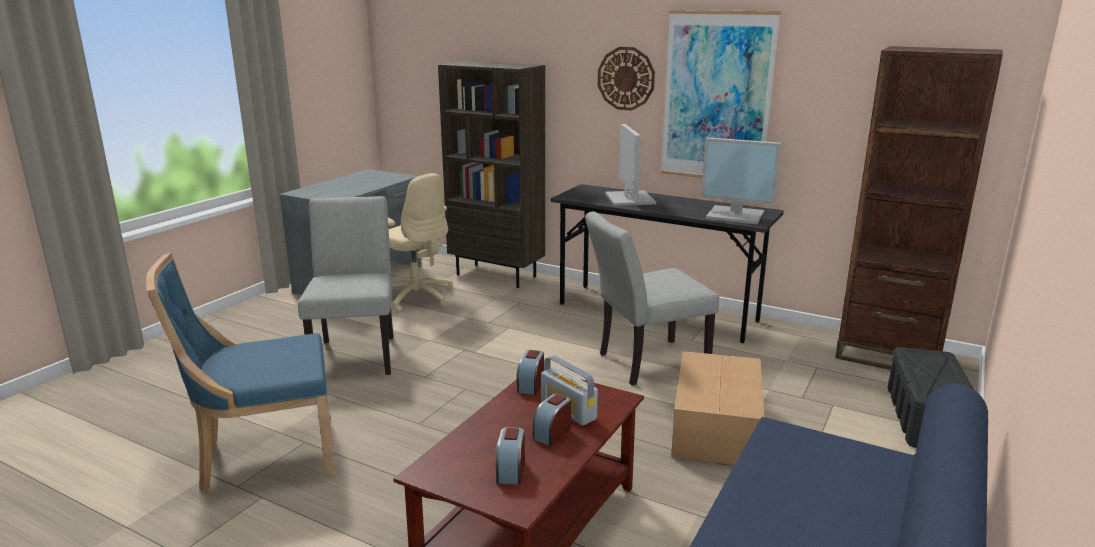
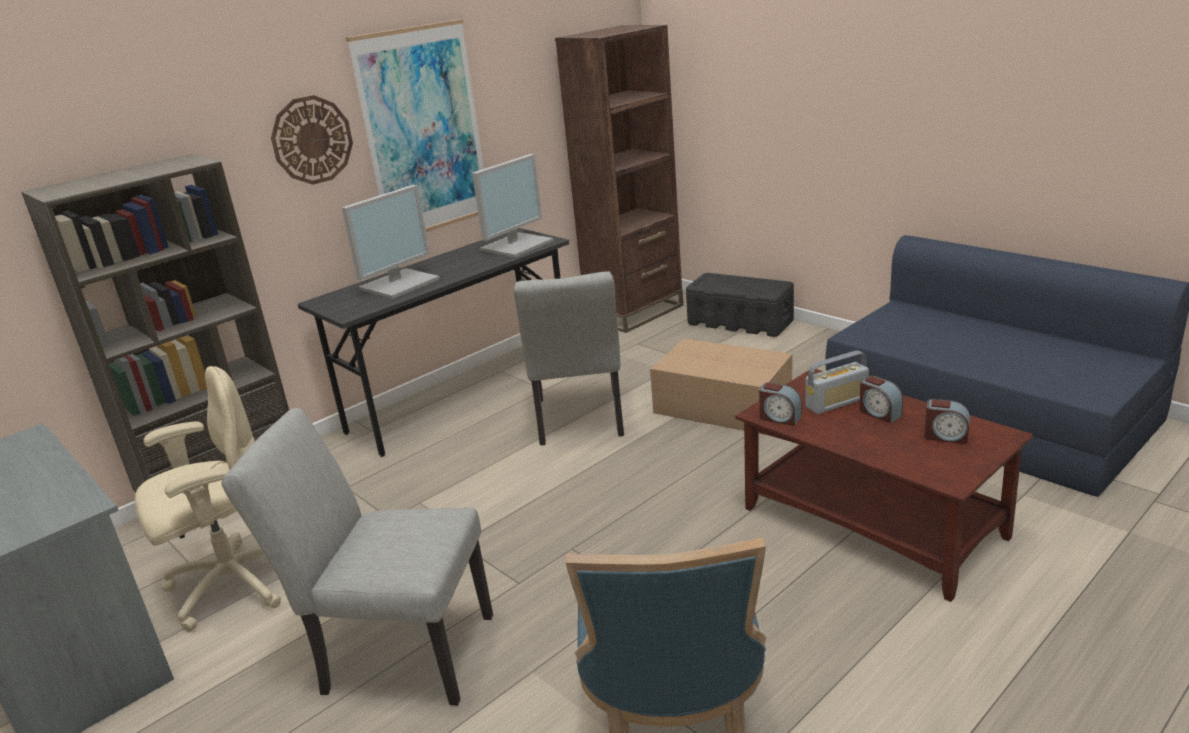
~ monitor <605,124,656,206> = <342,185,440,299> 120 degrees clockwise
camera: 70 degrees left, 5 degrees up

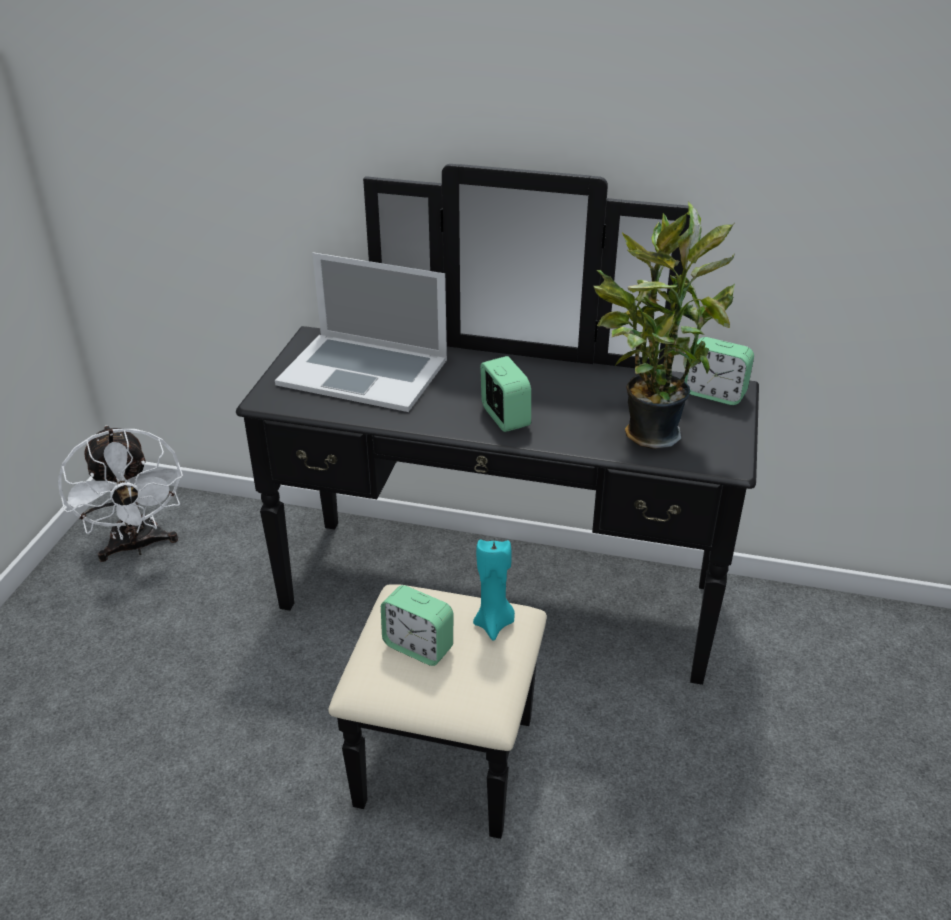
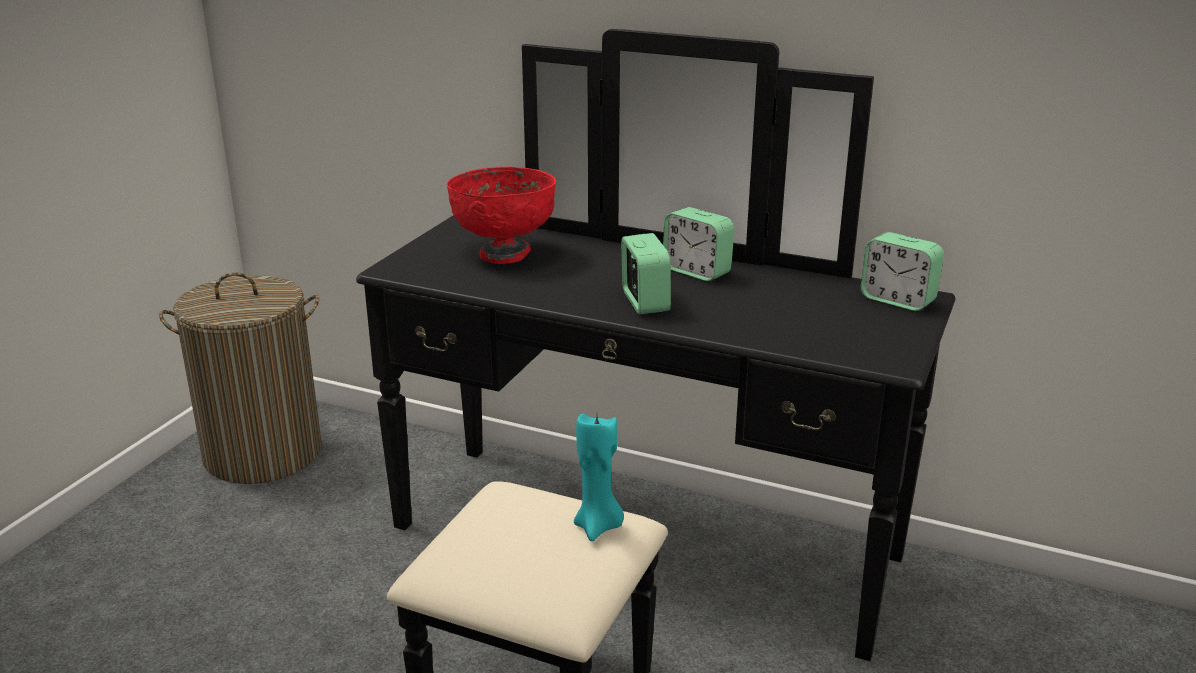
- potted plant <593,202,735,449>
~ bedside clock <381,585,453,666> to <663,207,735,281>
~ fan (white) <58,425,183,562> to laundry basket <159,273,322,484>
~ notebook computer <275,252,447,412> to deep dish (red) <446,166,556,264>
camera: 10 degrees right, 10 degrees down

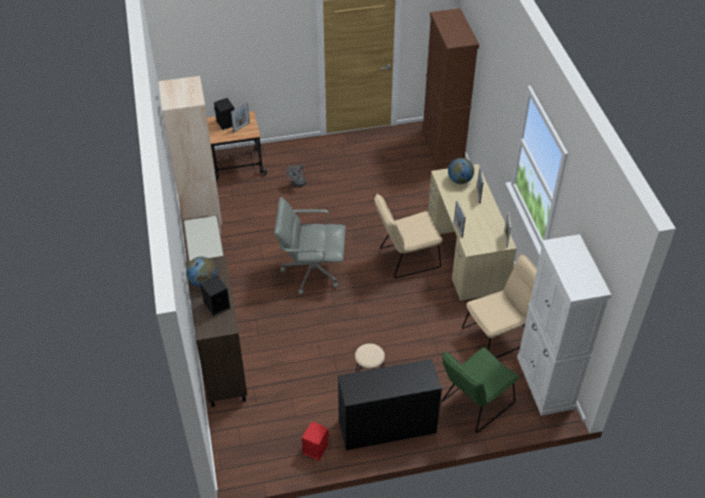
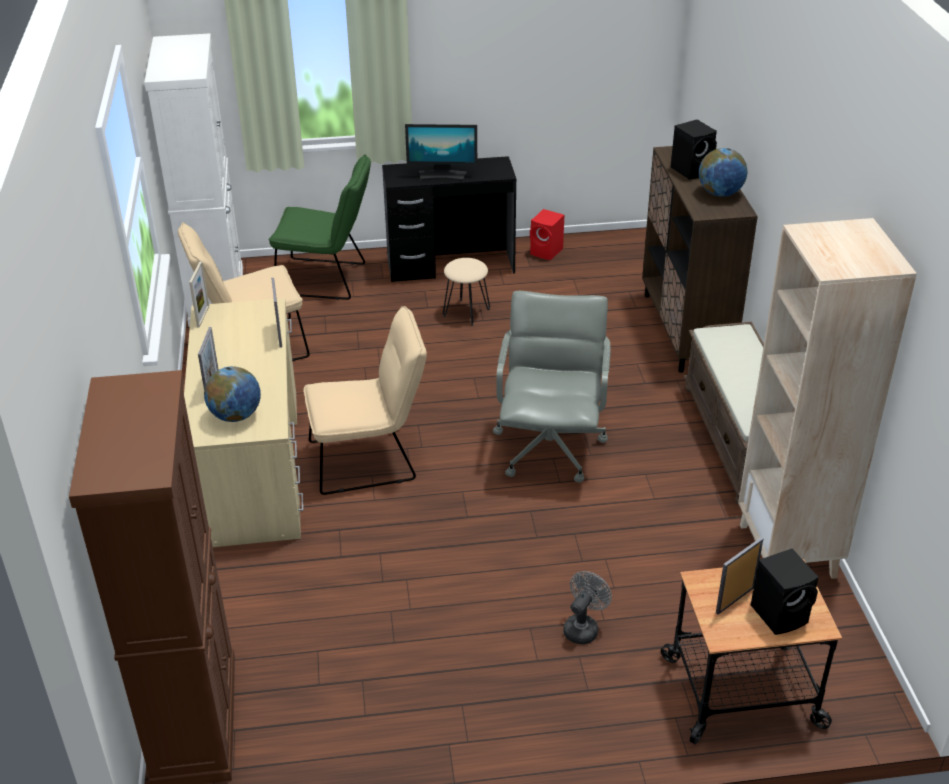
+ monitor <405,124,477,181>
~ office chair (greyish) <274,197,346,294> = <493,291,611,483> 90 degrees counterclockwise
~ chair (greenish) <441,347,519,433> = <269,155,371,300> 45 degrees clockwise
camera: 175 degrees left, 10 degrees down

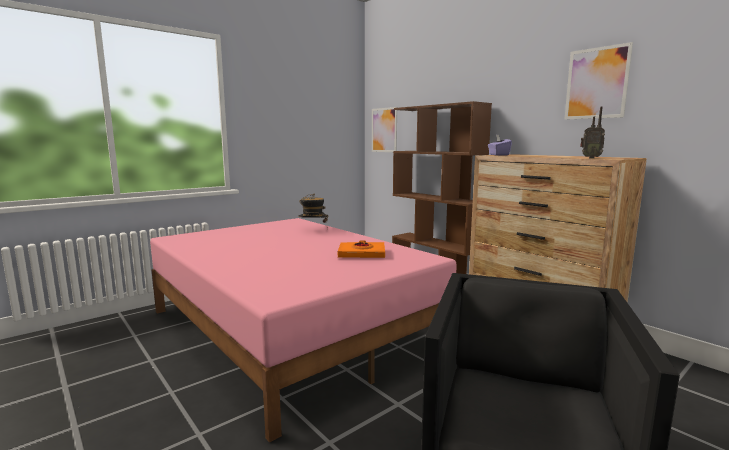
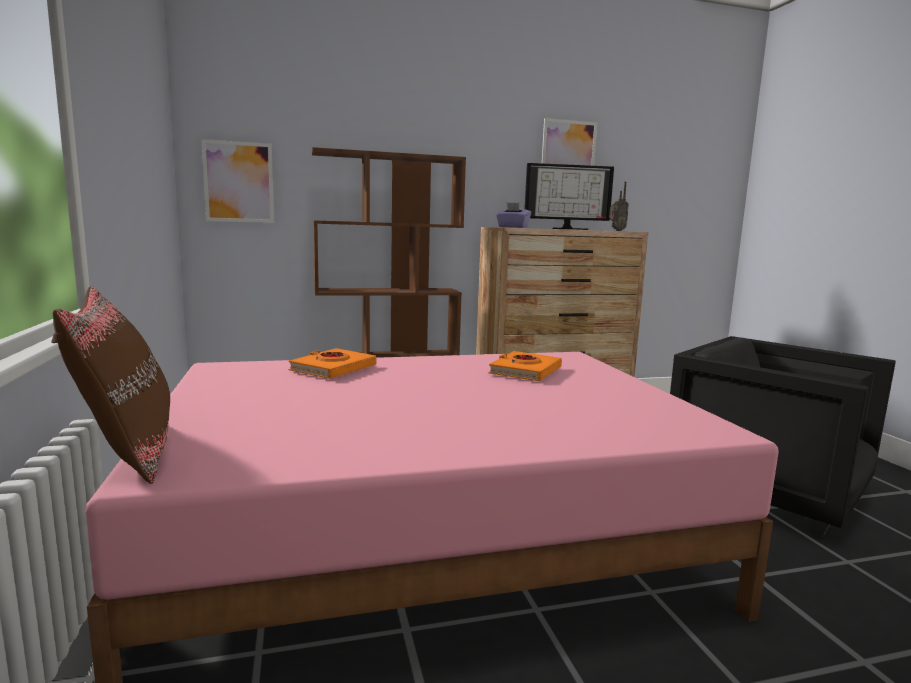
+ throw pillow (brown-coloured) <51,286,170,484>
+ monitor <524,163,614,230>
~ wearable hat <298,194,328,229> to book (orange-coloured) <289,348,376,379>
camera: 65 degrees left, 0 degrees up

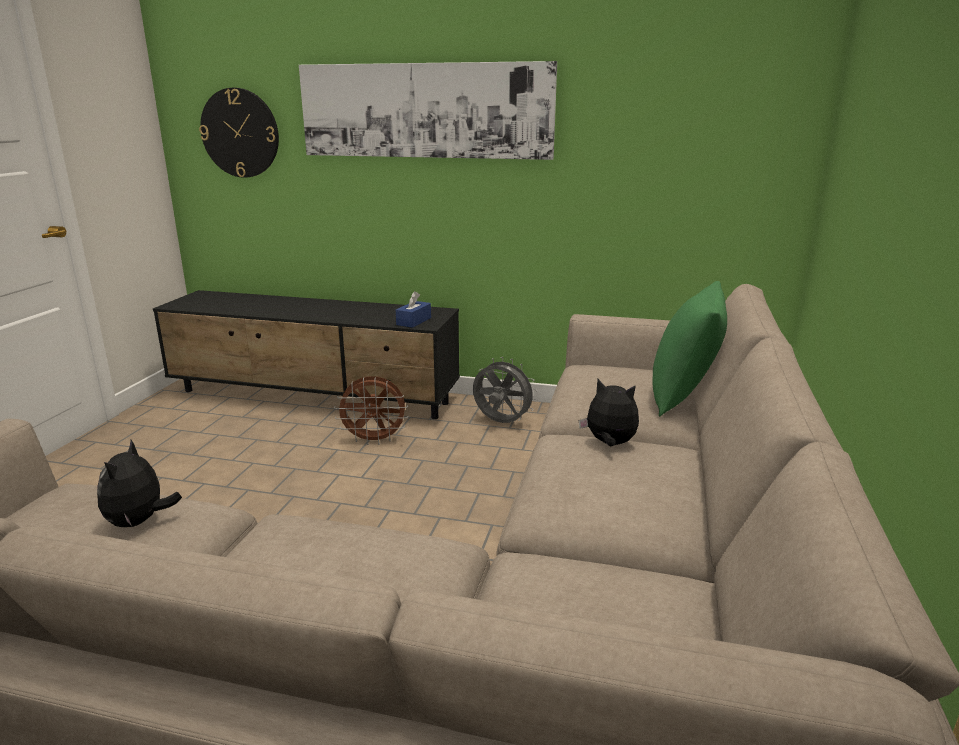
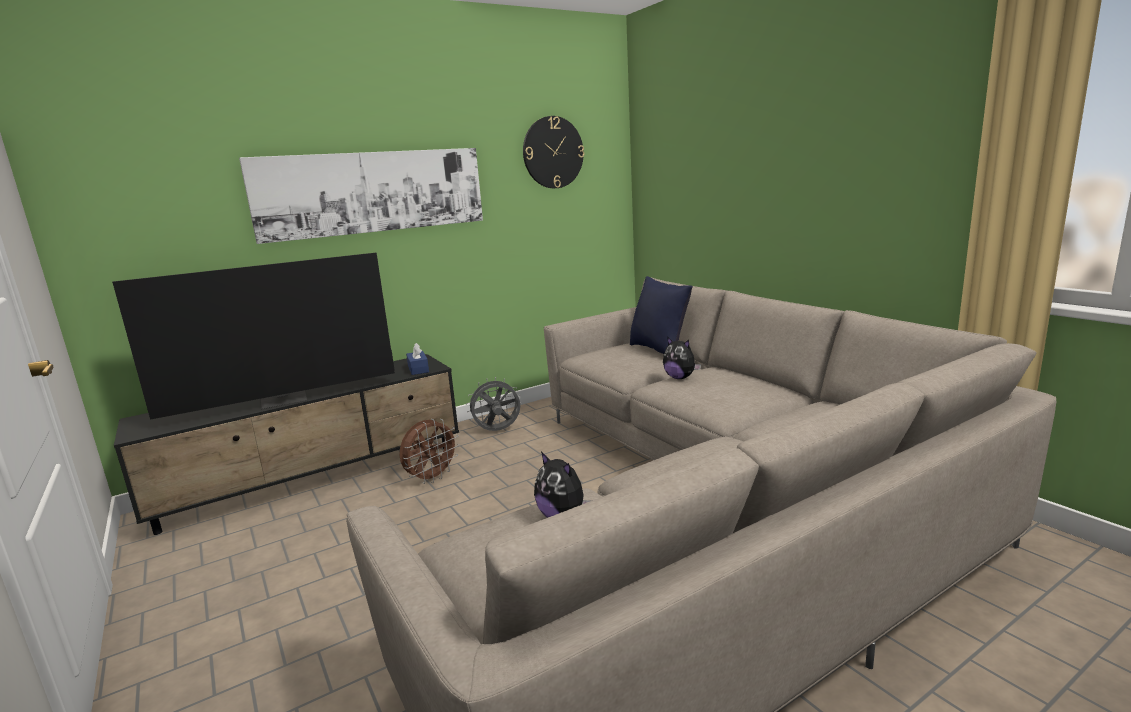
+ TV <112,253,395,420>
~ hanging clock <199,88,279,178> to <523,116,584,188>
~ throw pillow (greenish) <652,281,727,416> to throw pillow (blue) <630,276,693,354>
~ plush toy <579,379,639,446> = <663,337,701,379> 120 degrees counterclockwise
camera: 45 degrees left, 5 degrees down

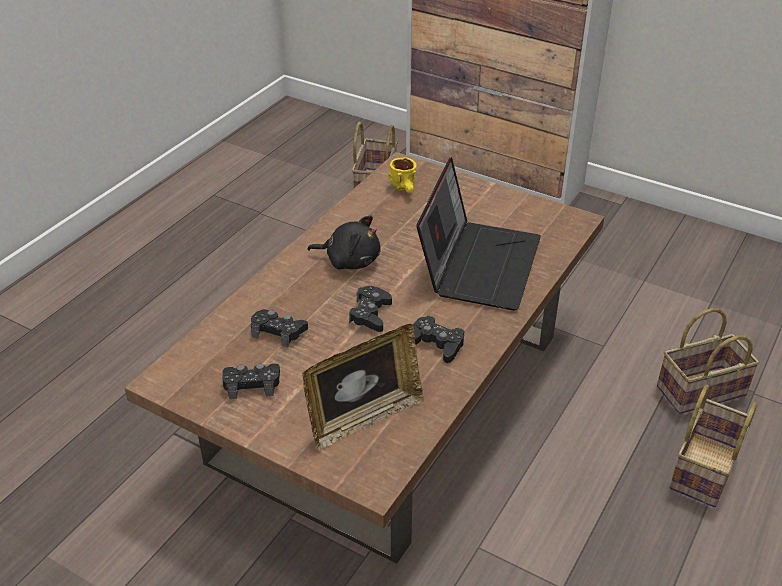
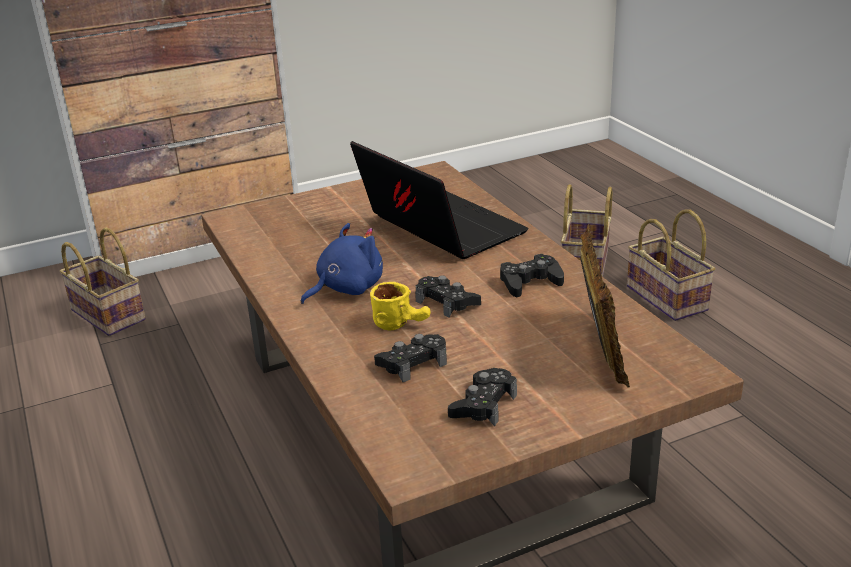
~ mug (yellow-coloured) <388,157,417,193> to <370,282,431,330>
~ plush toy (black-coloured) <308,215,381,269> to plush toy (blue) <301,223,383,304>
camera: 55 degrees left, 10 degrees down

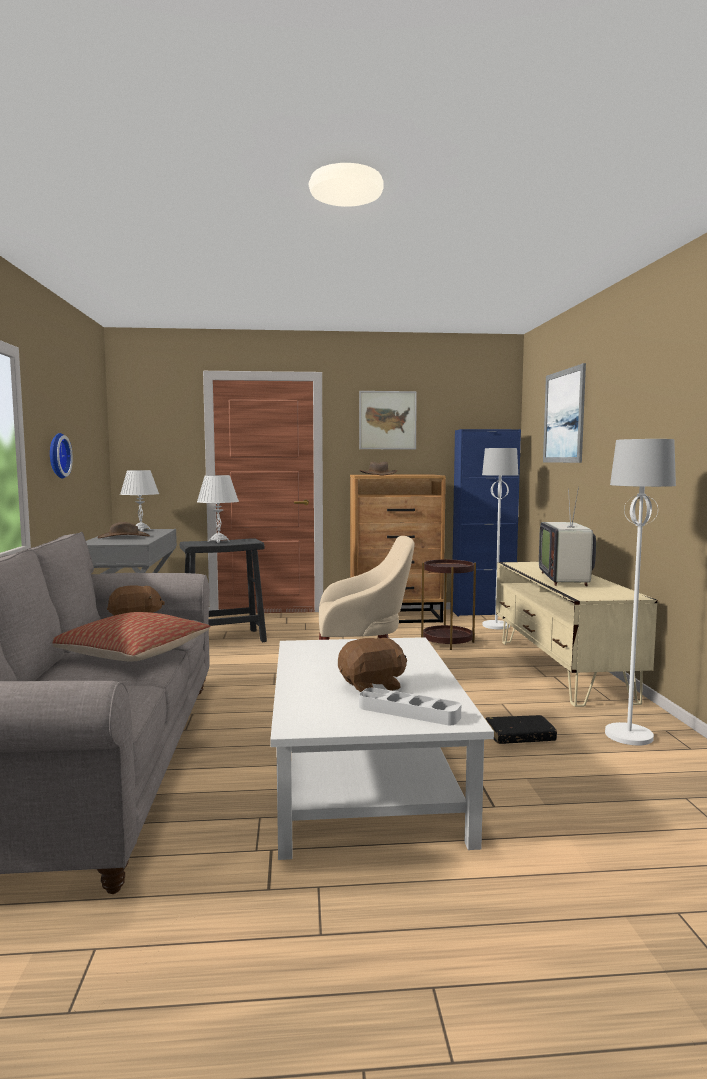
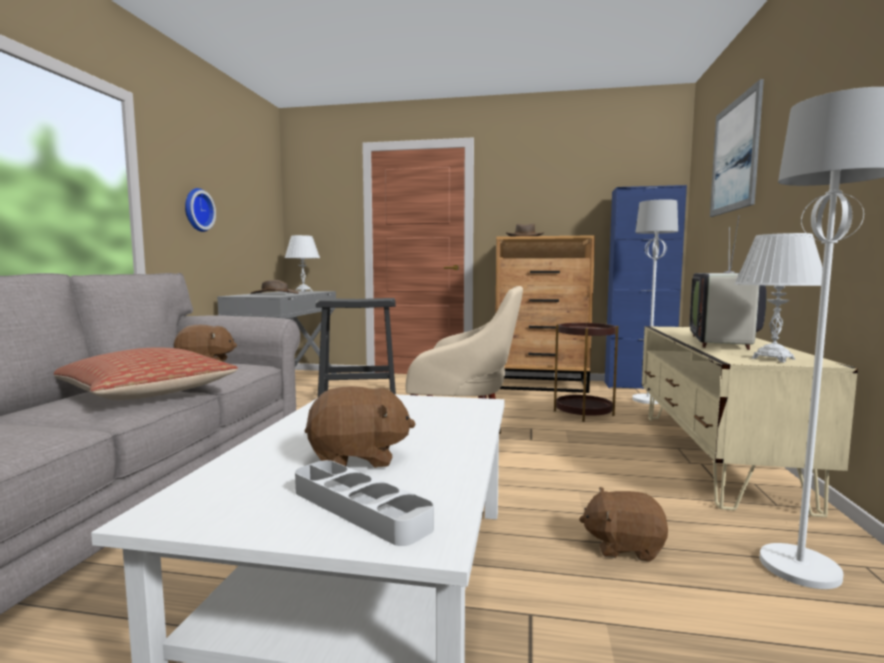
- wall picture <359,391,417,449>
~ lamp for a table (white) <197,475,239,543> to <735,233,823,363>
~ book (black-coloured) <486,715,557,744> to plush toy (brown-coloured) <579,487,668,562>
camera: 15 degrees right, 0 degrees up

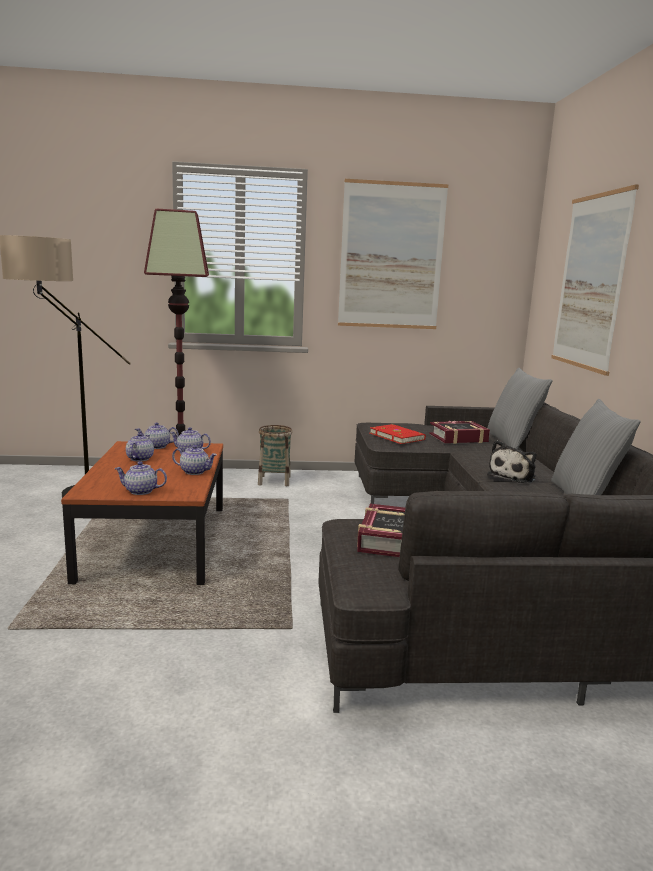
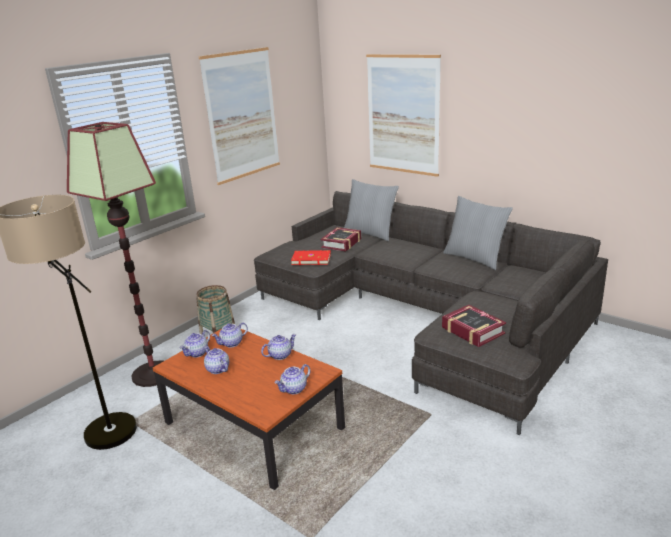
- plush toy <487,440,537,483>
camera: 45 degrees left, 10 degrees up

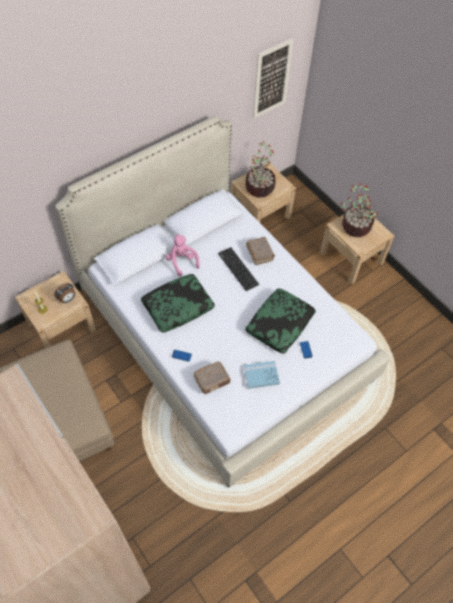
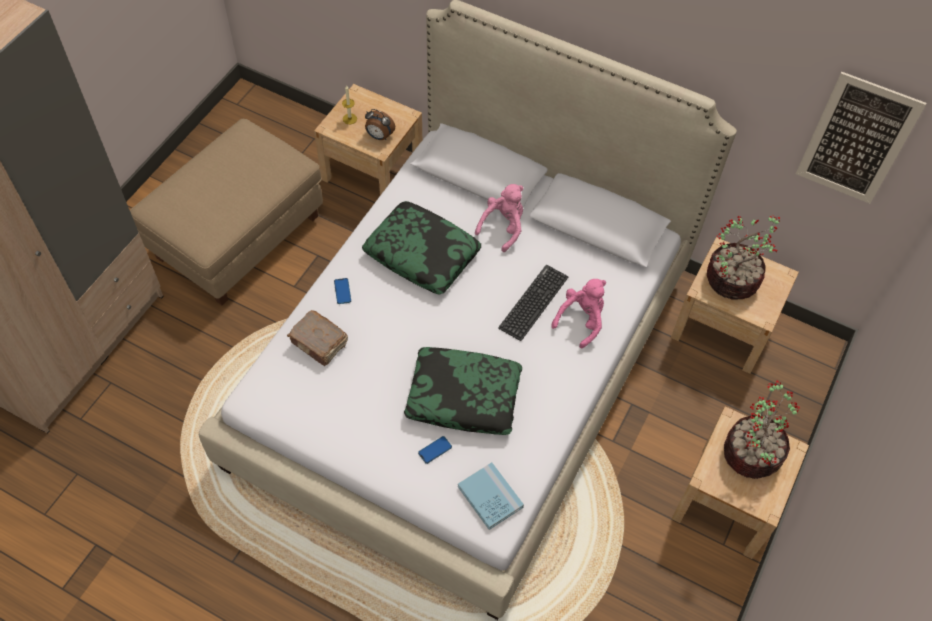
~ book (blue) <244,361,280,389> to <458,462,524,530>
~ book (brown-coloured) <246,237,275,265> to plush toy (pink-coloured) <551,279,606,348>
camera: 65 degrees right, 0 degrees up

